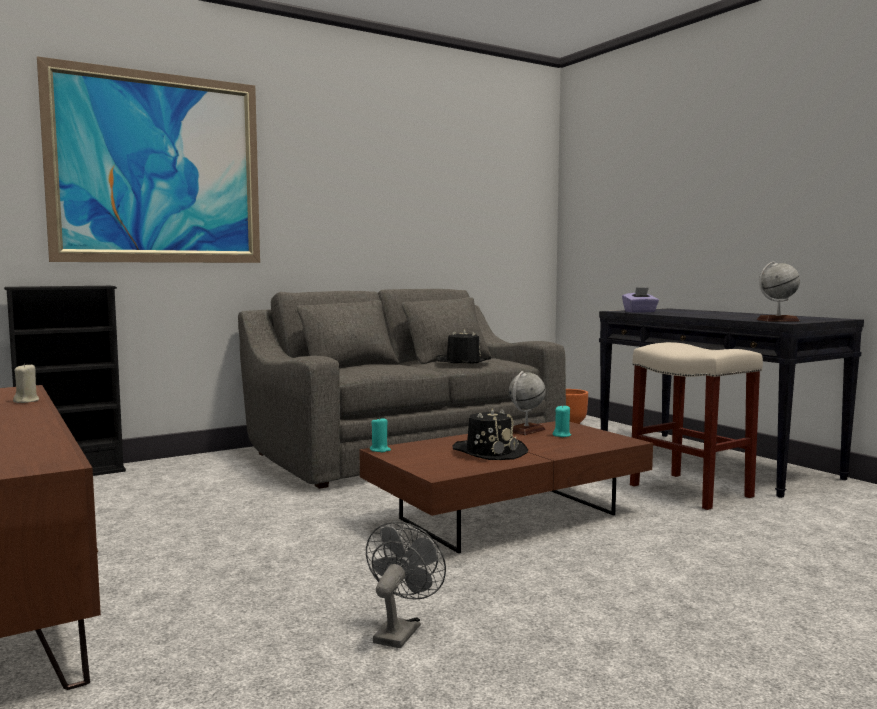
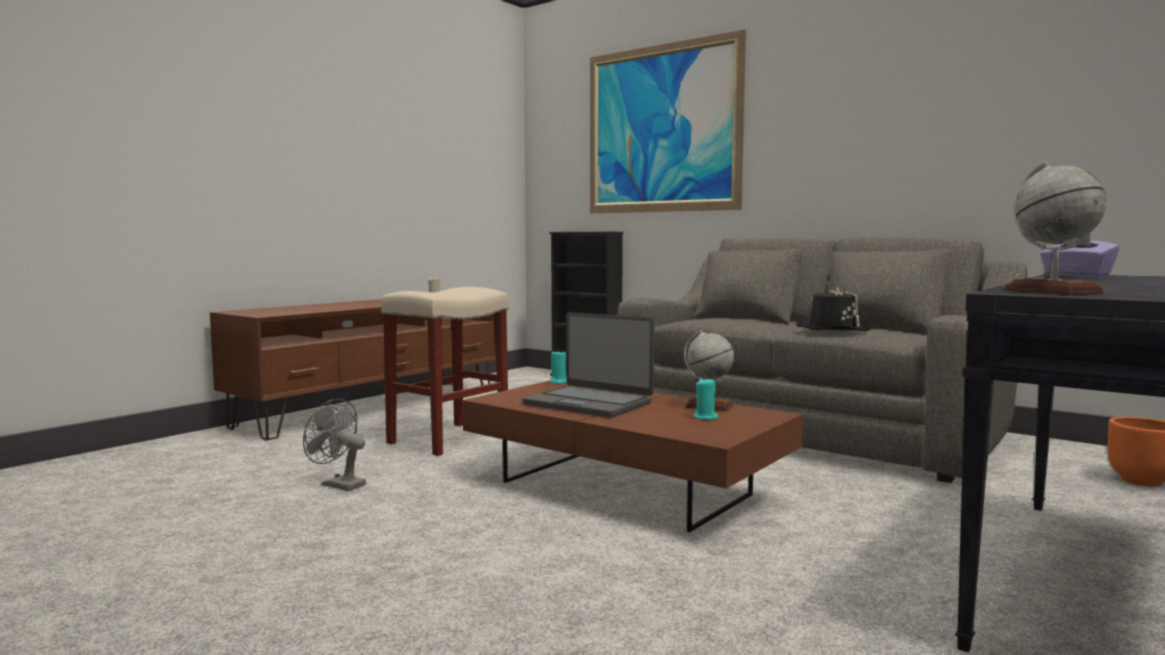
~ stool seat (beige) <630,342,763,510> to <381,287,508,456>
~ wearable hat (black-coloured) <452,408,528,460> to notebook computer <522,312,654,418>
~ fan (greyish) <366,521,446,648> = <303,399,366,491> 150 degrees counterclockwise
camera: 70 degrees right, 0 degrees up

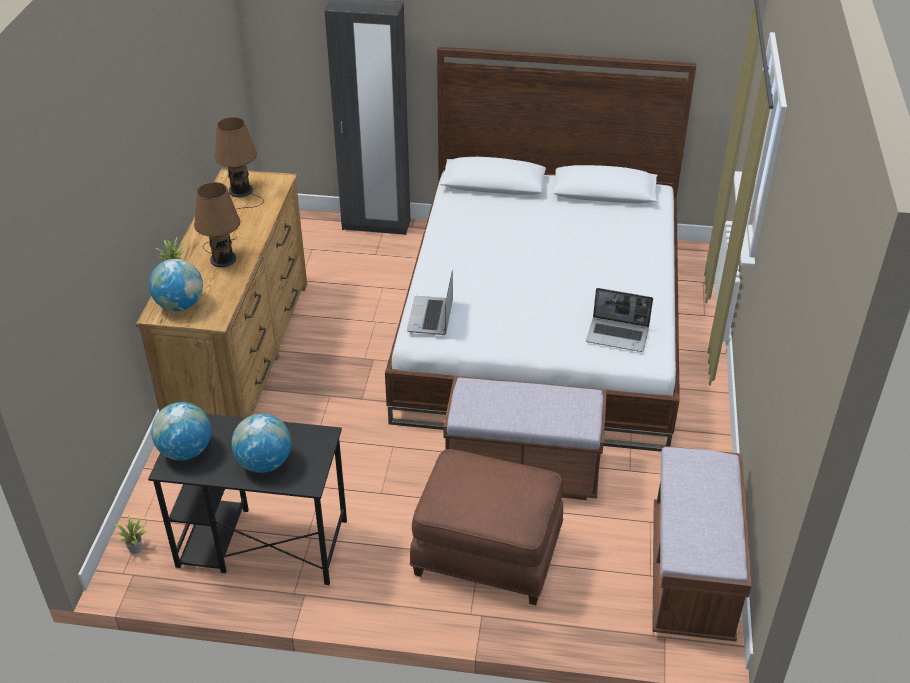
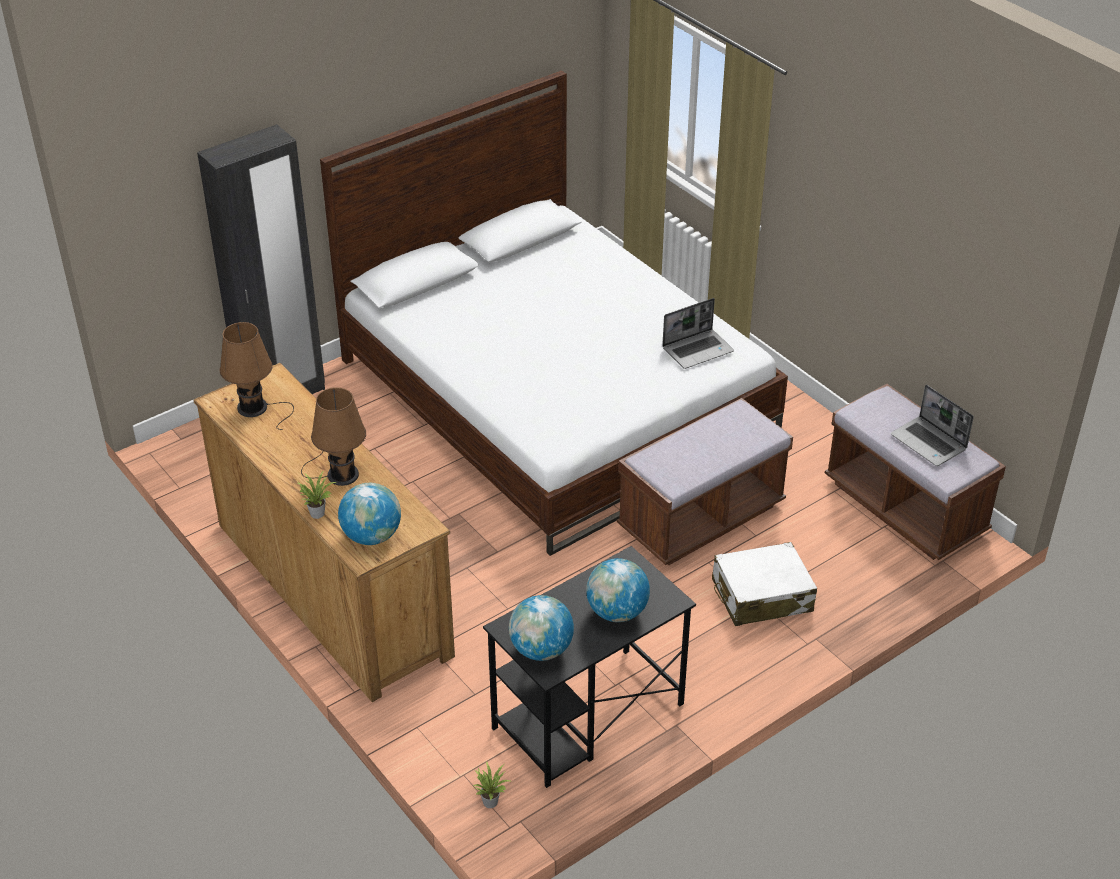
~ notebook computer <407,270,453,335> to <891,385,974,466>
~ footrest (brown-coloured) <410,449,563,605> to travel case (white) <712,542,817,626>
camera: 45 degrees left, 0 degrees up

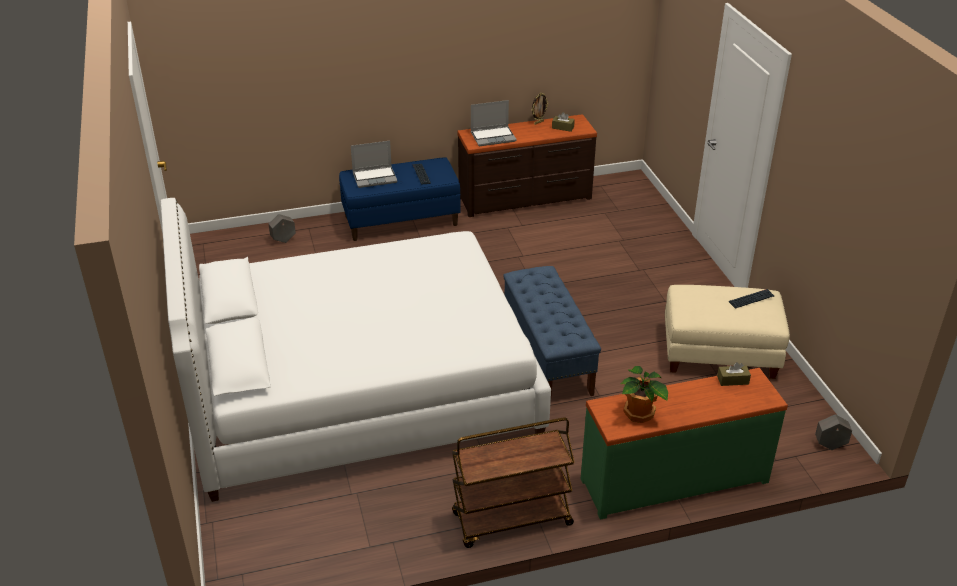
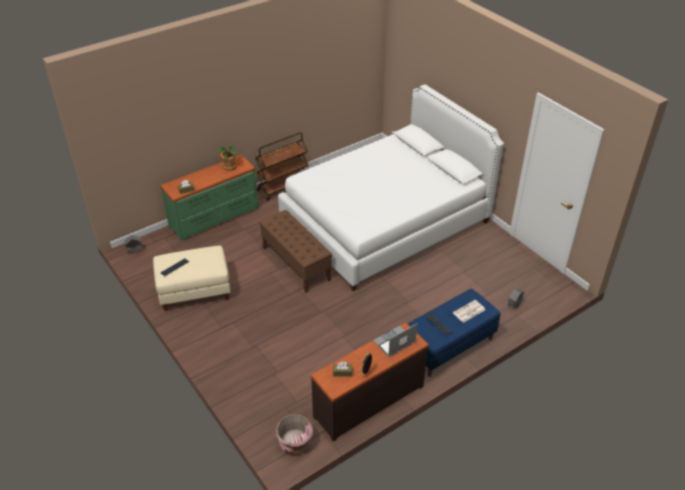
+ flower pot (pink-coloured) <276,414,313,455>
~ notebook computer <351,141,398,188> to newspaper <453,300,485,323>
~ indoor bench (blue) <503,266,601,397> to indoor bench (brown-coloured) <259,210,332,293>
camera: 160 degrees right, 5 degrees up

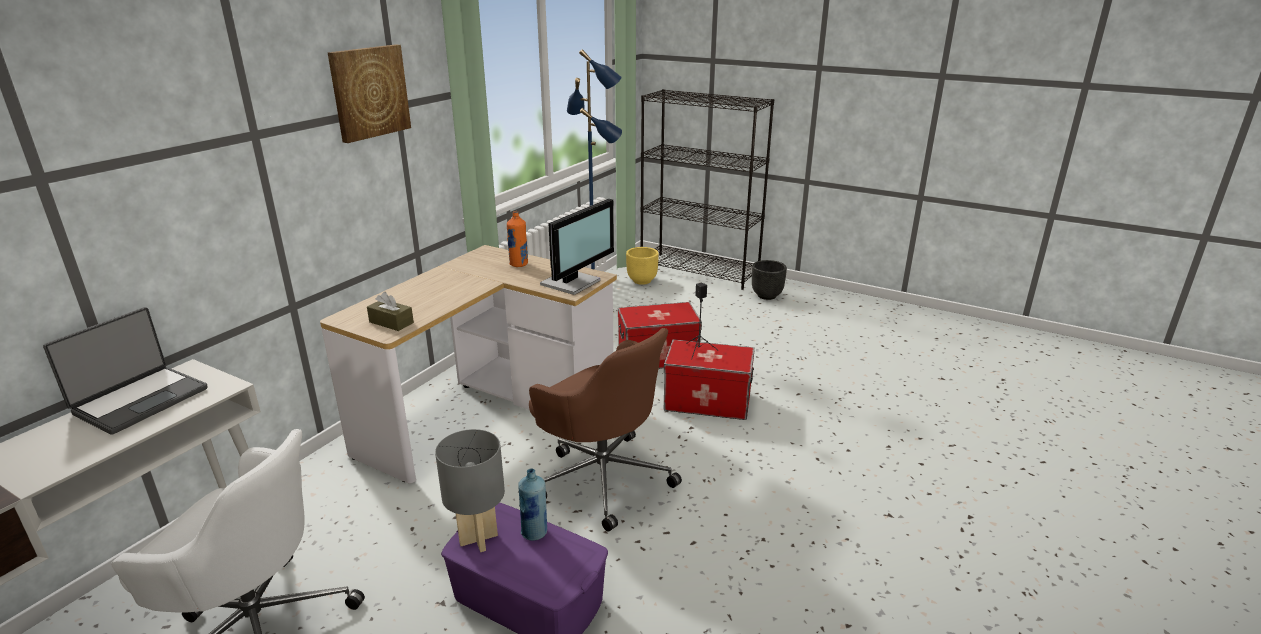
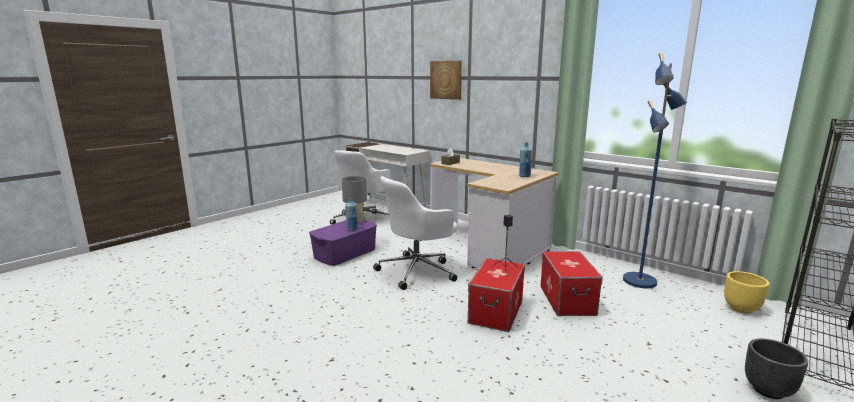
- notebook computer <43,307,207,435>
- monitor <540,199,614,295>
~ wall picture <328,44,411,143> to <430,60,462,100>
~ drink bottle (orange-coloured) <507,211,528,267> to drink bottle (blue) <519,142,532,177>
~ office chair (brown-coloured) <529,328,682,532> to office chair (white) <373,176,457,290>
camera: 100 degrees right, 10 degrees down

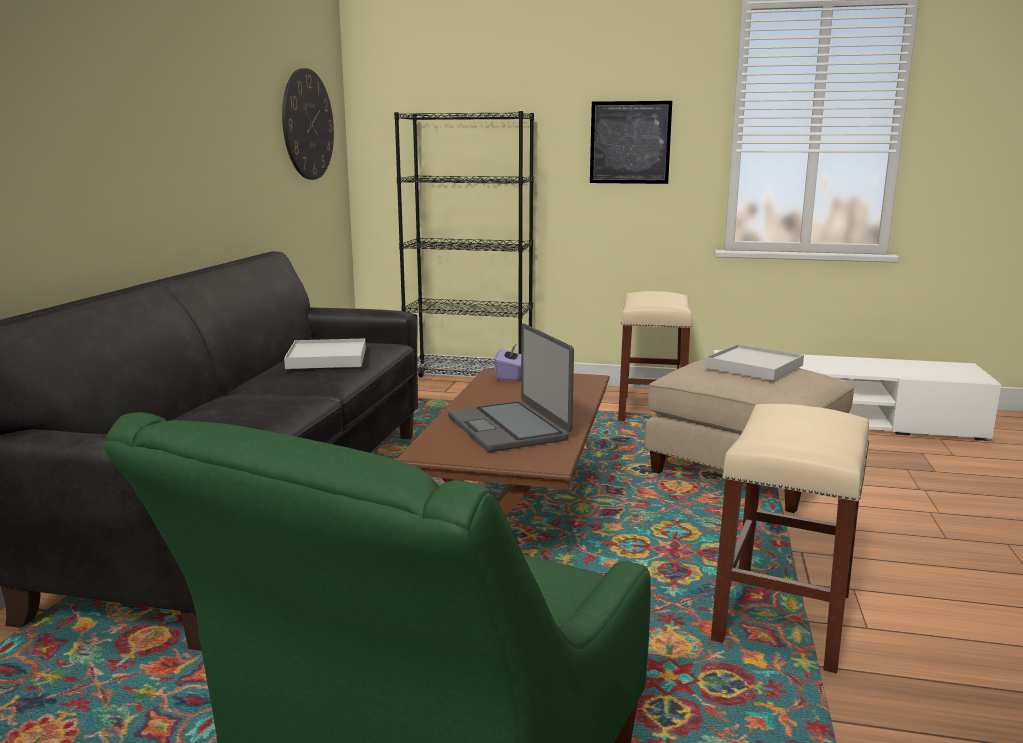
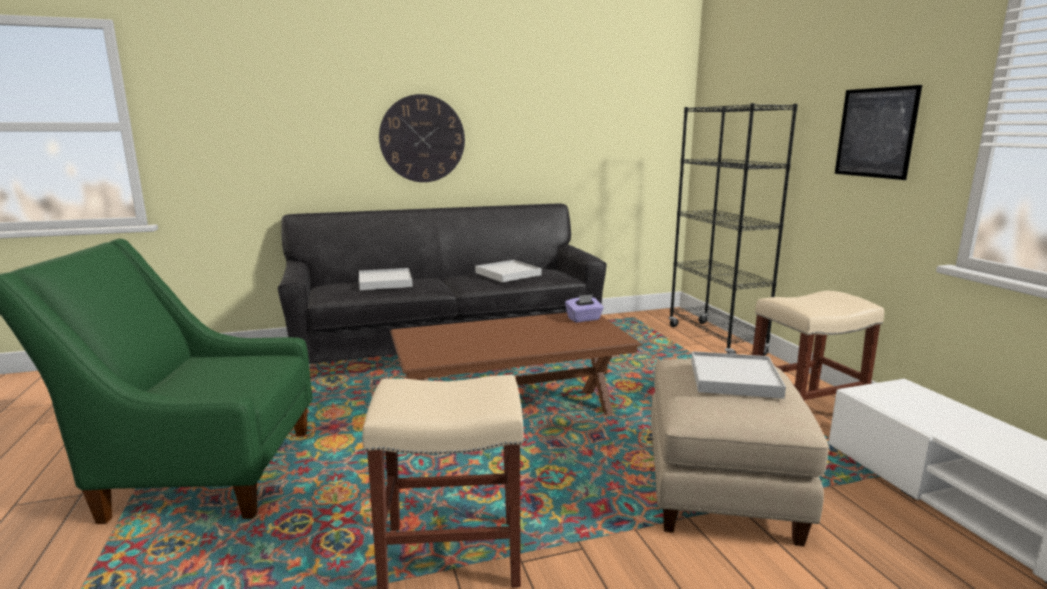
- notebook computer <448,324,574,452>
+ carrying tray (white) <359,268,413,290>
~ hanging clock <282,68,334,180> to <379,94,465,182>
camera: 60 degrees right, 0 degrees up

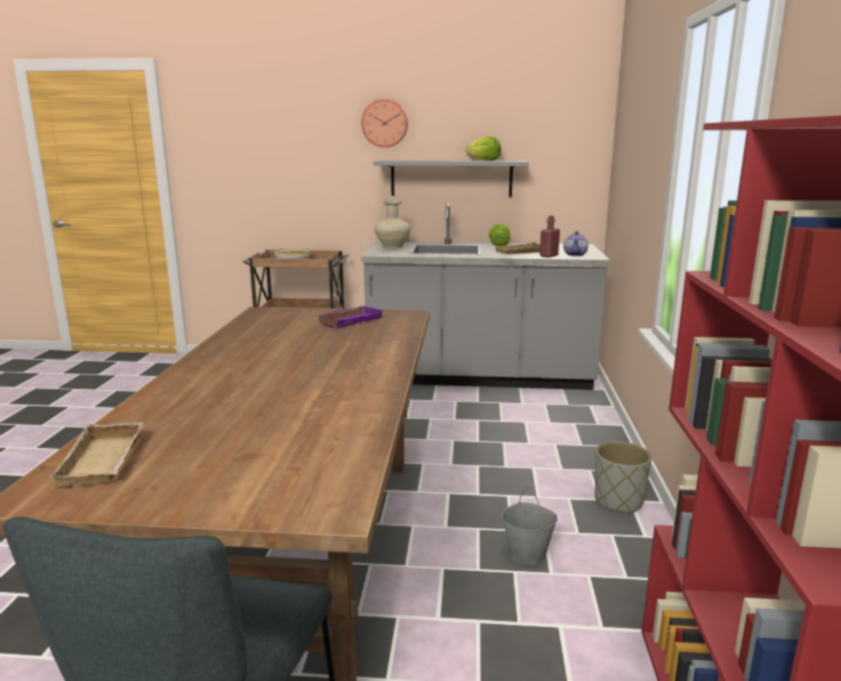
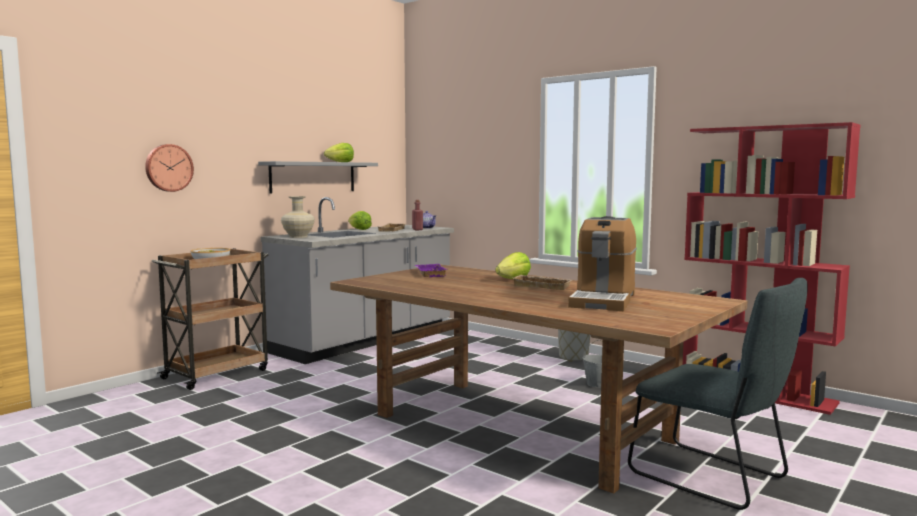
+ lettuce head <495,252,531,279>
+ coffee maker <568,216,636,311>
~ carrying tray (beige) <49,422,144,489> to <513,275,572,290>
~ hanging clock <361,99,408,147> to <145,144,194,192>
camera: 55 degrees left, 10 degrees down

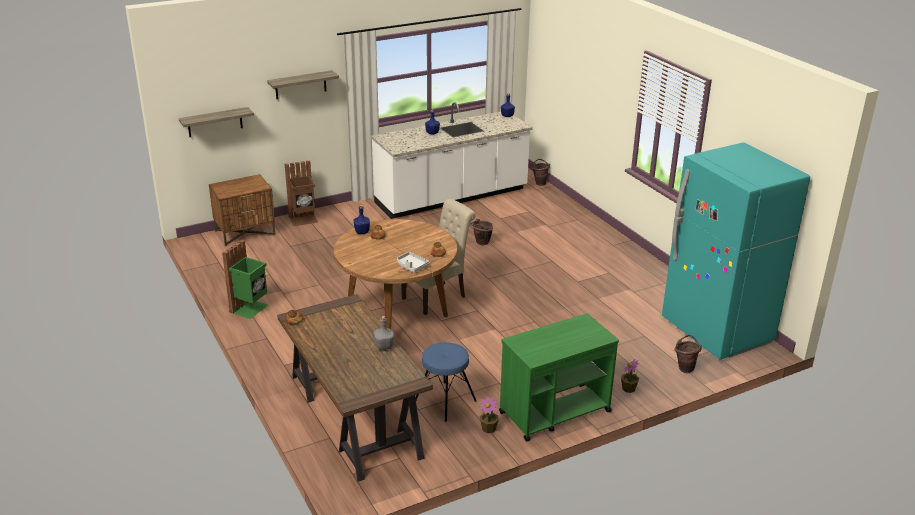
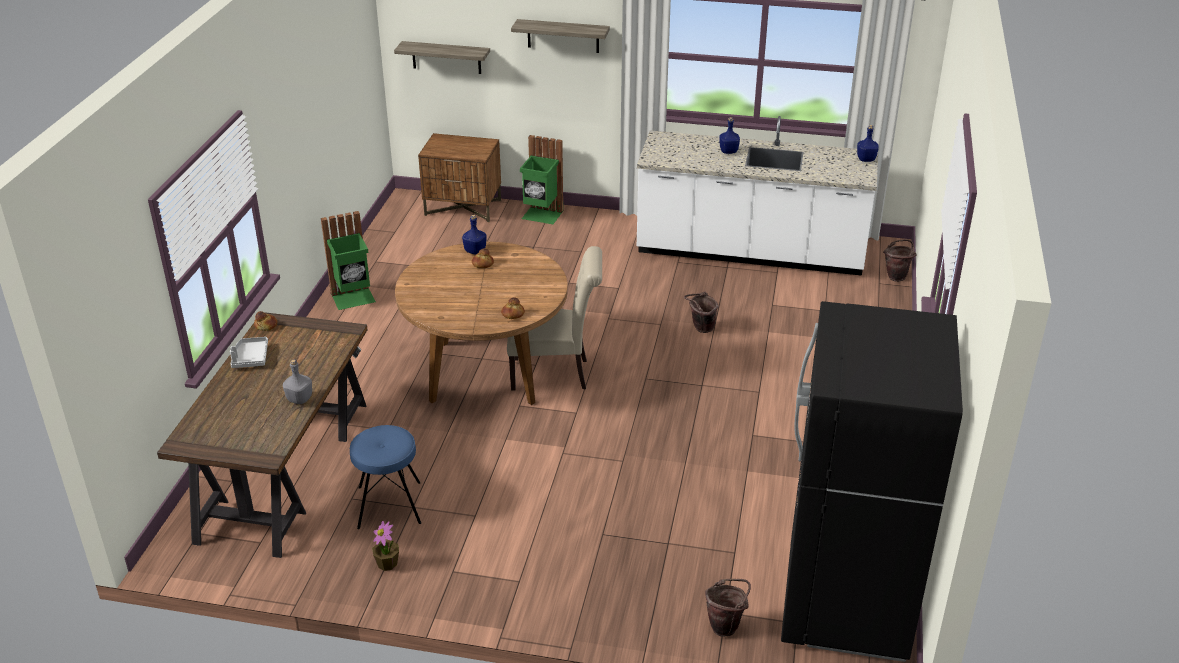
- cart (greenish) <499,313,619,442>
- potted plant <621,359,640,393>
~ carrying tray (greyish) <397,252,430,273> to <230,337,268,368>
~ rubbish bin (brown-coloured) <285,160,318,226> to rubbish bin (greenish) <520,135,564,224>
~ kitchen fridge (turquoise-coloured) <662,142,810,360> to kitchen fridge (black-coloured) <781,301,963,662>
camera: 40 degrees right, 5 degrees up

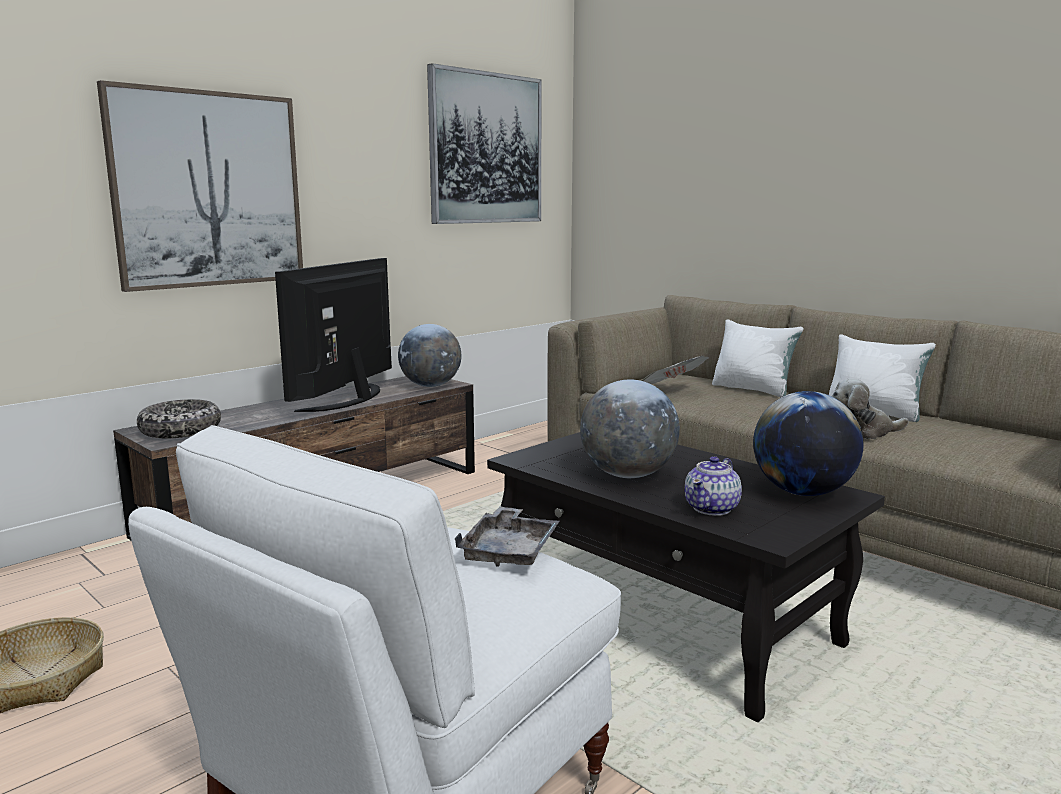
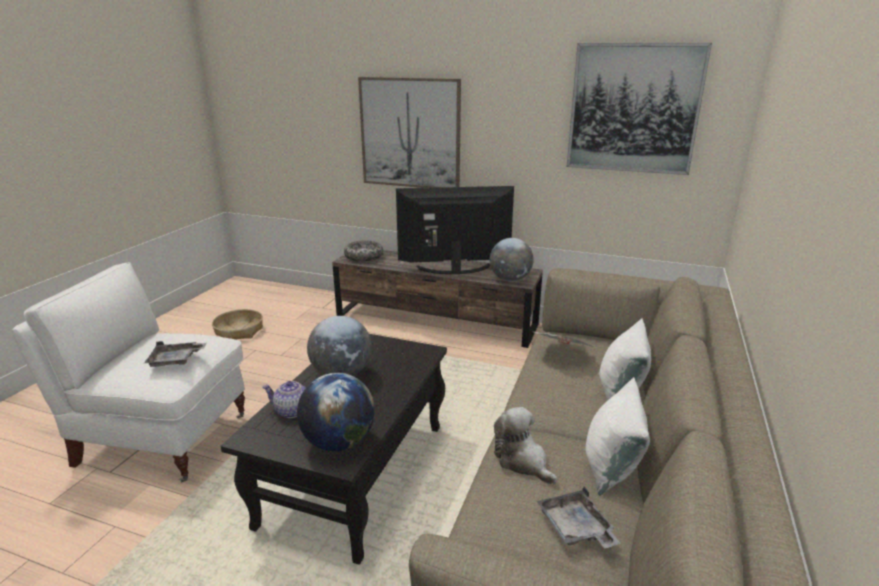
+ carrying tray (greyish) <537,487,621,549>
camera: 65 degrees right, 10 degrees up

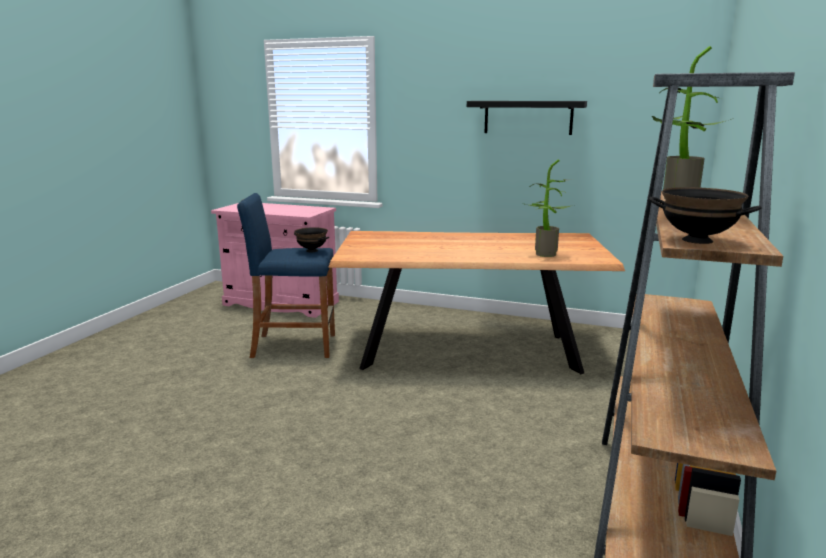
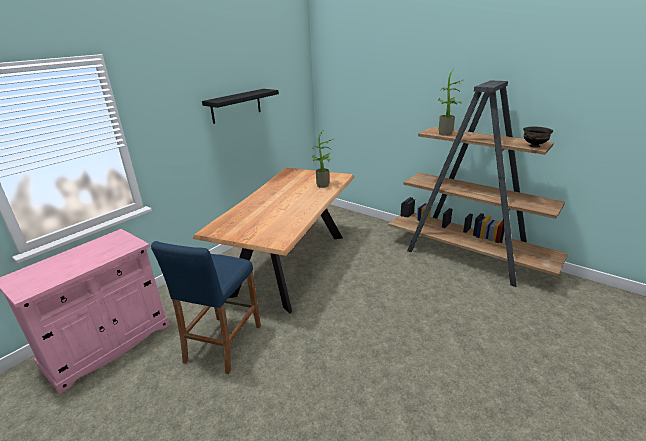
- deep dish (black-coloured) <294,227,329,252>
camera: 70 degrees left, 10 degrees up

